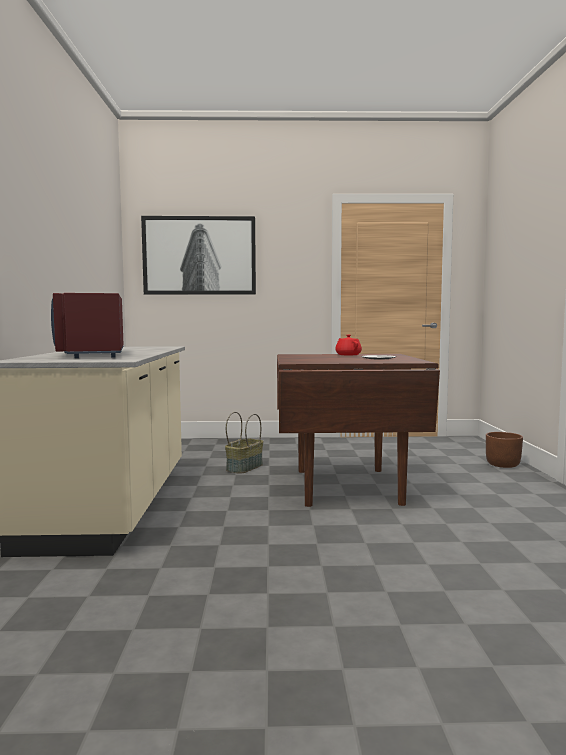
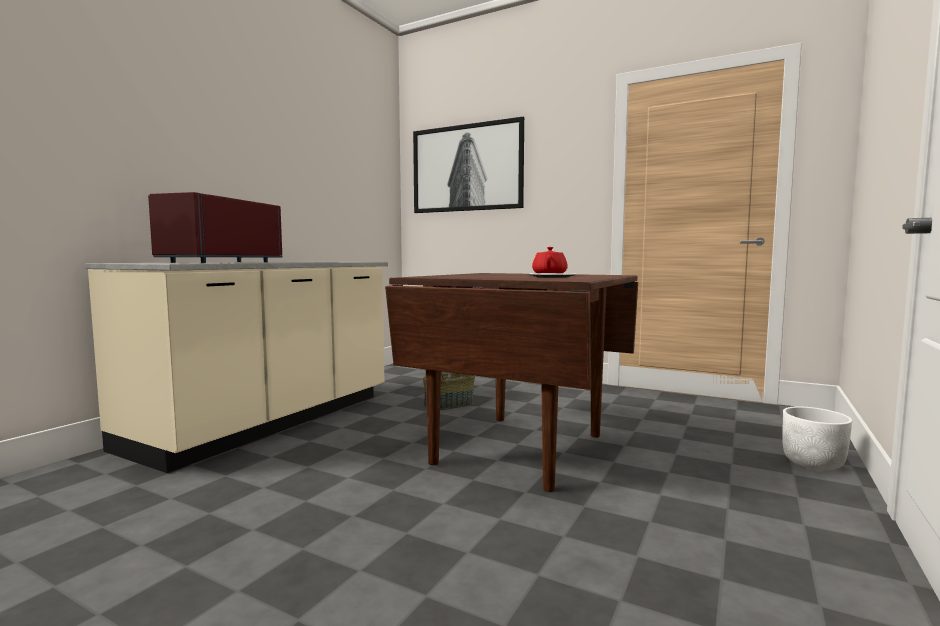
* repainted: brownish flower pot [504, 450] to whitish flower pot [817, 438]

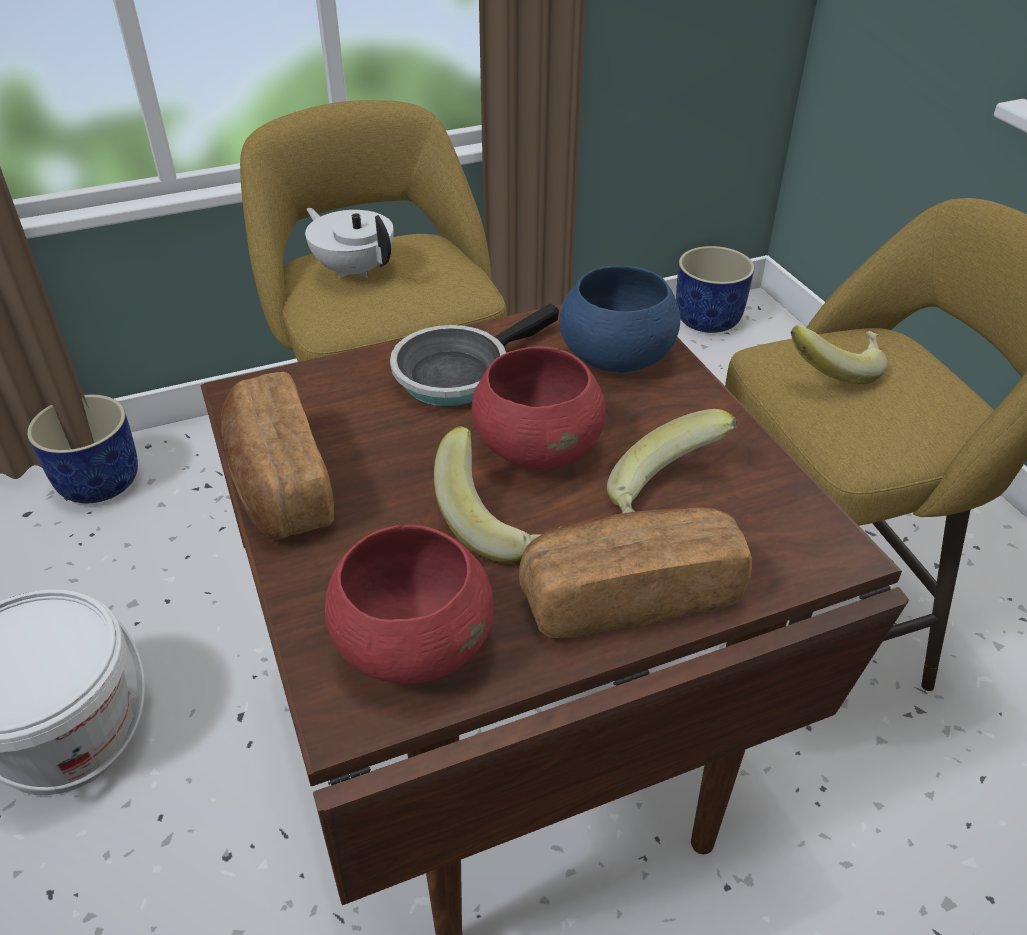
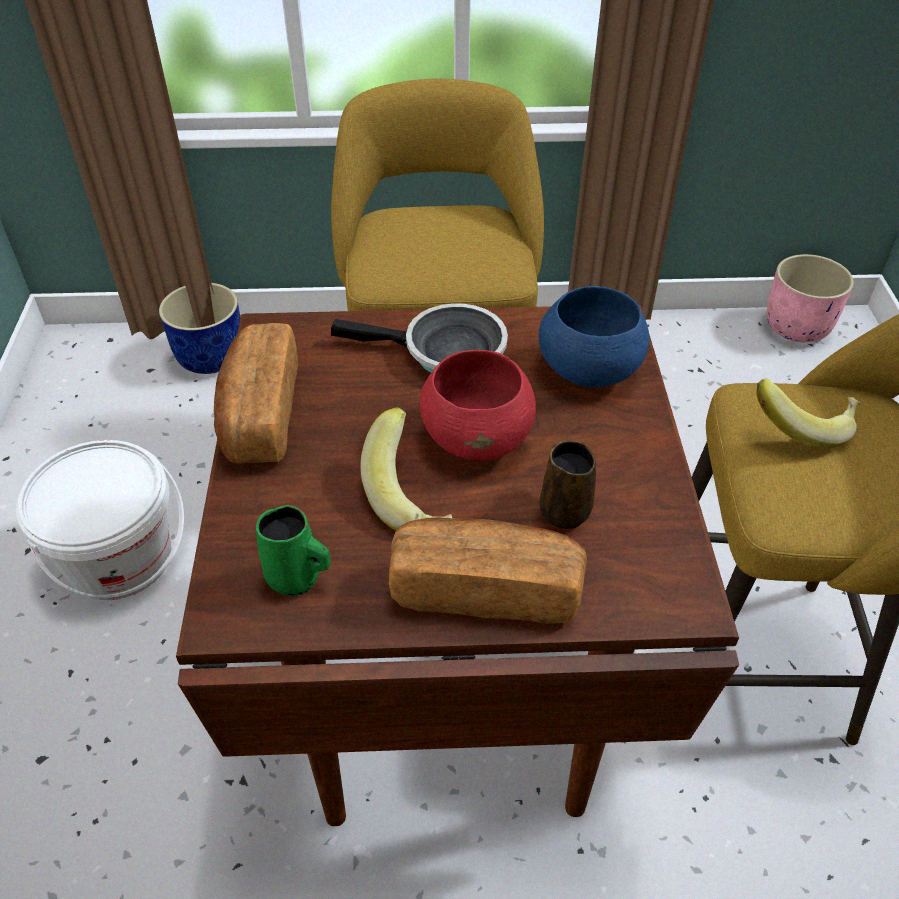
* gone: whitish pot for tea [349, 243]
* repainted: blue flower pot [715, 289] to pinkish flower pot [810, 298]
* rotated: frying pan [474, 355] = [419, 338] 150 degrees counterclockwise
* swapped: banana [672, 461] to brownish mug [568, 484]
* swapped: red-coloured serving bowl [409, 604] to greenish mug [293, 550]

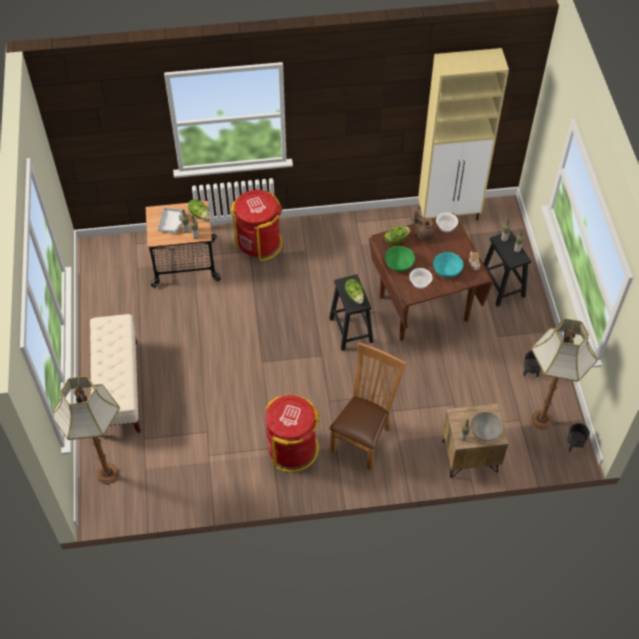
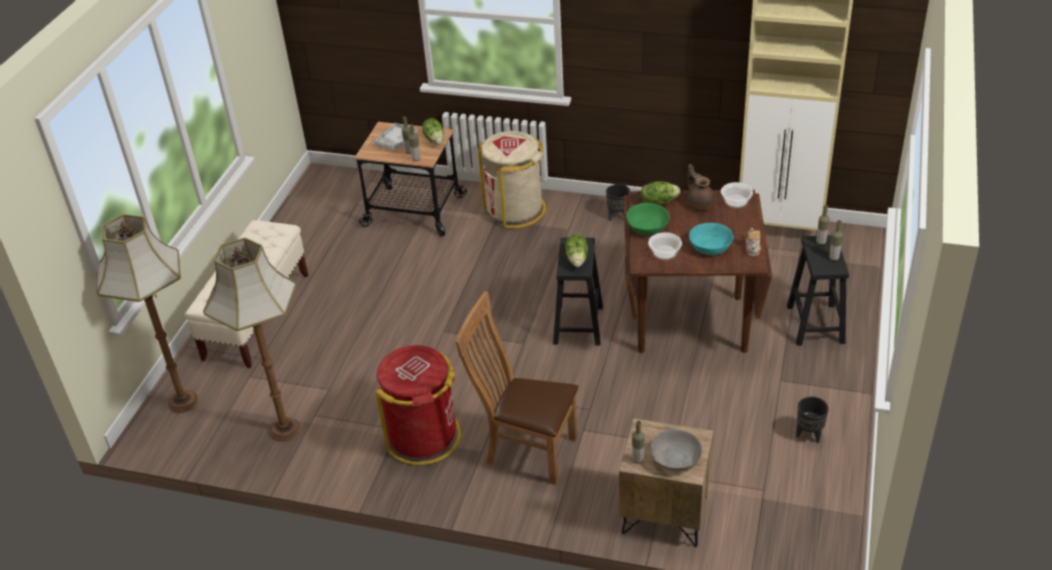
* repainted: red-coloured trash can [256, 226] to sand-coloured trash can [512, 180]
* shifted: standing lamp [564, 374] to [252, 340]
* rotated: brownish upright chair [367, 406] = [516, 388] 120 degrees counterclockwise
* shifted: black-coloured flower pot [578, 437] to [618, 202]

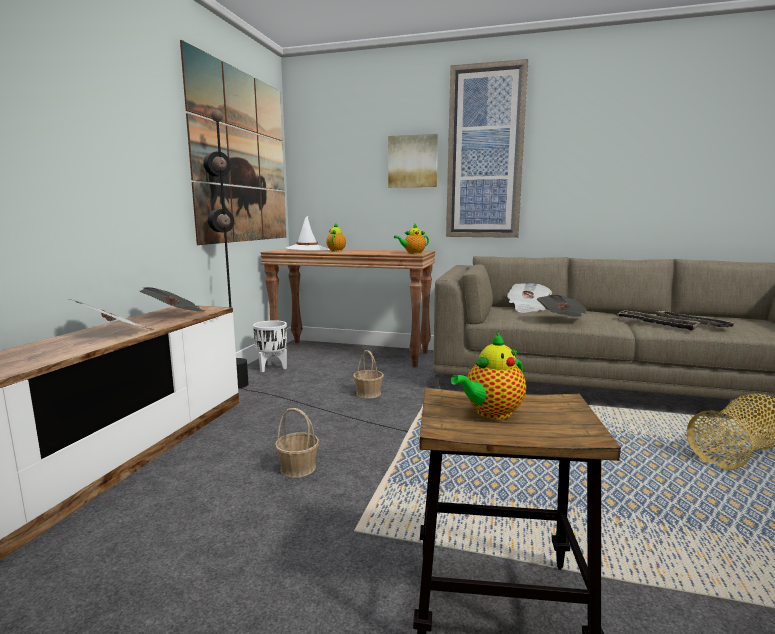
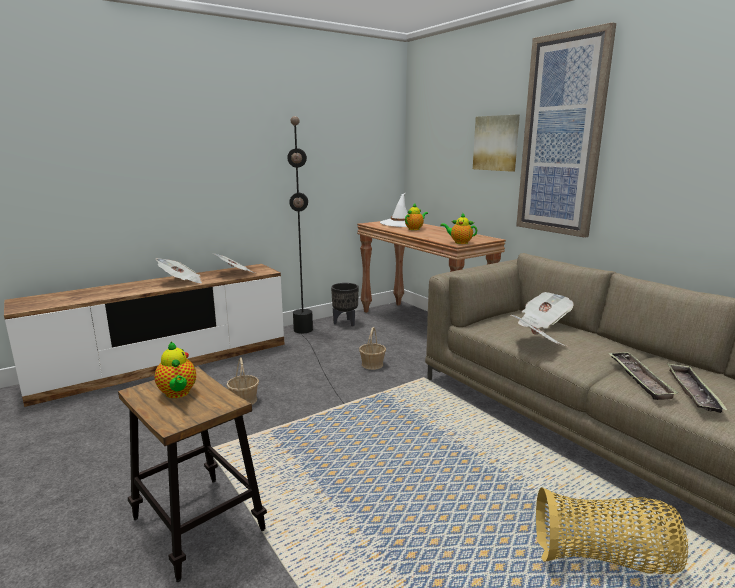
* gone: picture [233, 142]
* repainted: whitish flower pot [270, 346] to black-coloured flower pot [345, 304]
* rotated: pot for tea [488, 375] = [175, 369] 120 degrees counterclockwise

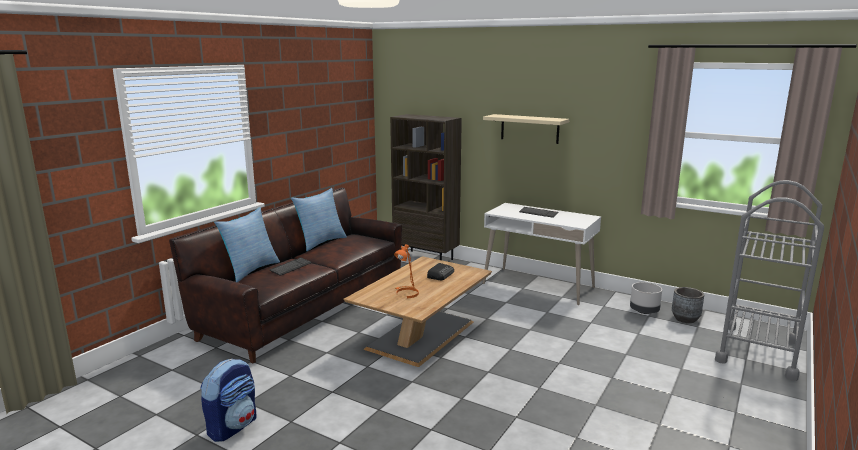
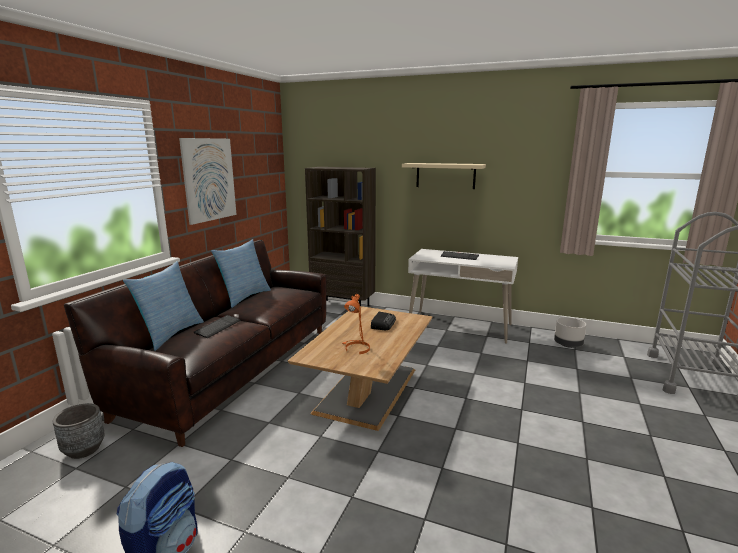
* shifted: gray flower pot [688, 305] to [78, 431]
* new: picture [208, 181]

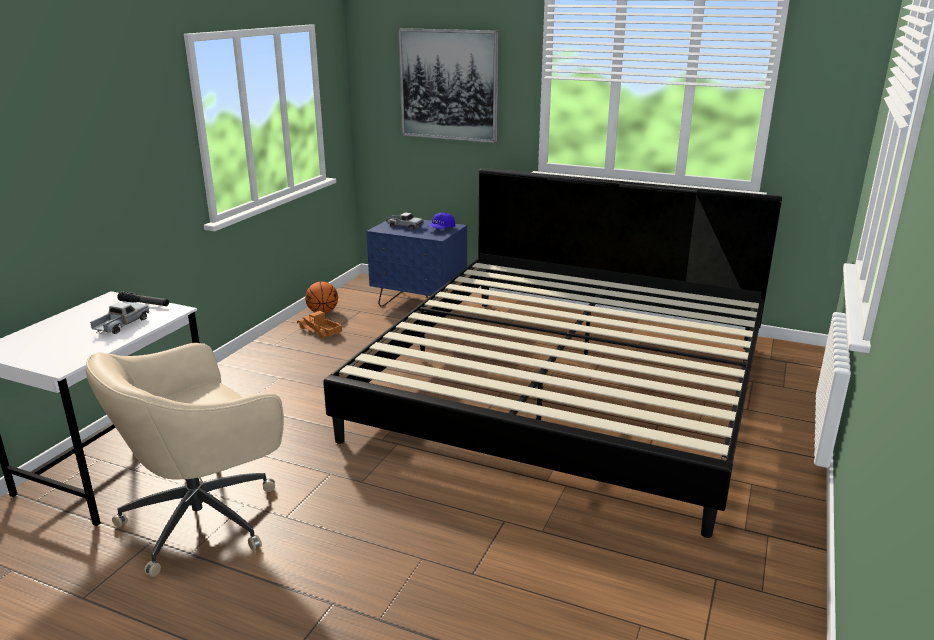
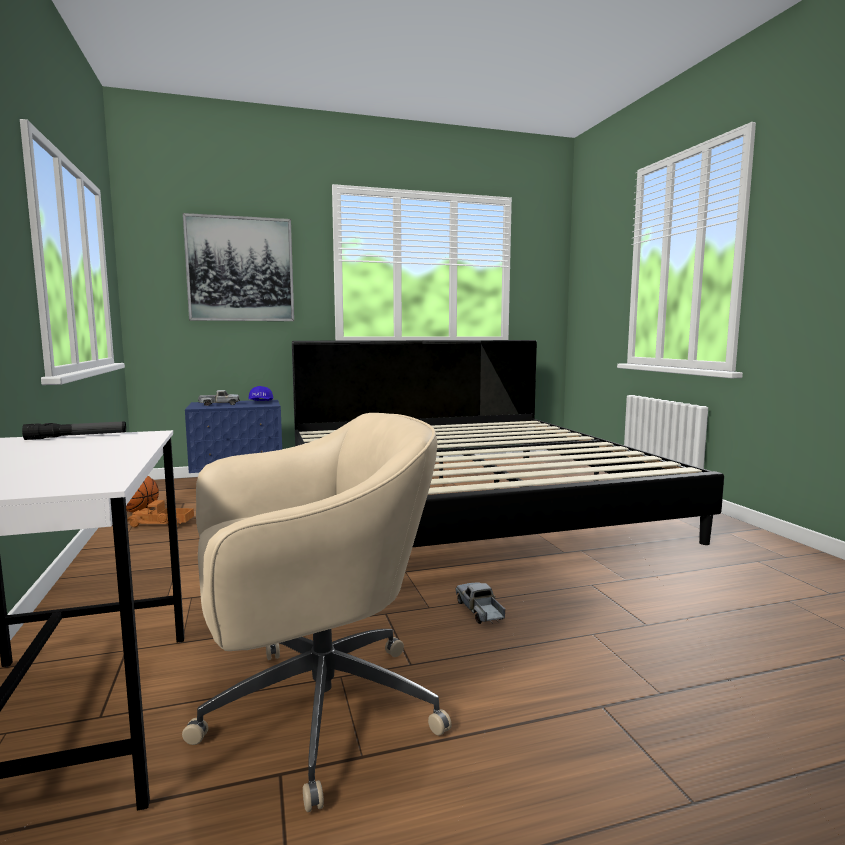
* shifted: toy truck [119, 318] to [480, 603]
* rotated: sand-coloured computer chair [185, 460] = [317, 612] 120 degrees counterclockwise

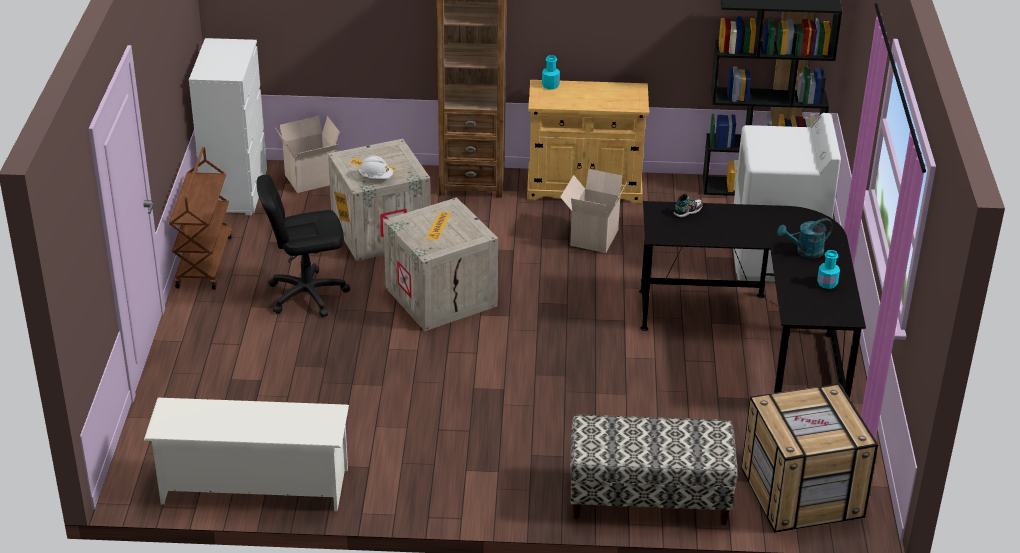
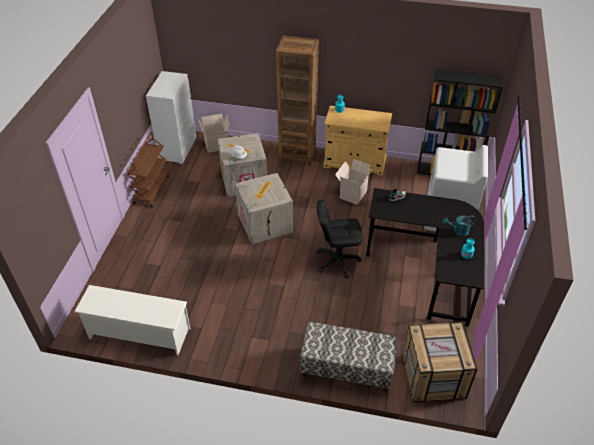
* shifted: black-coloured computer chair [303, 246] to [340, 239]

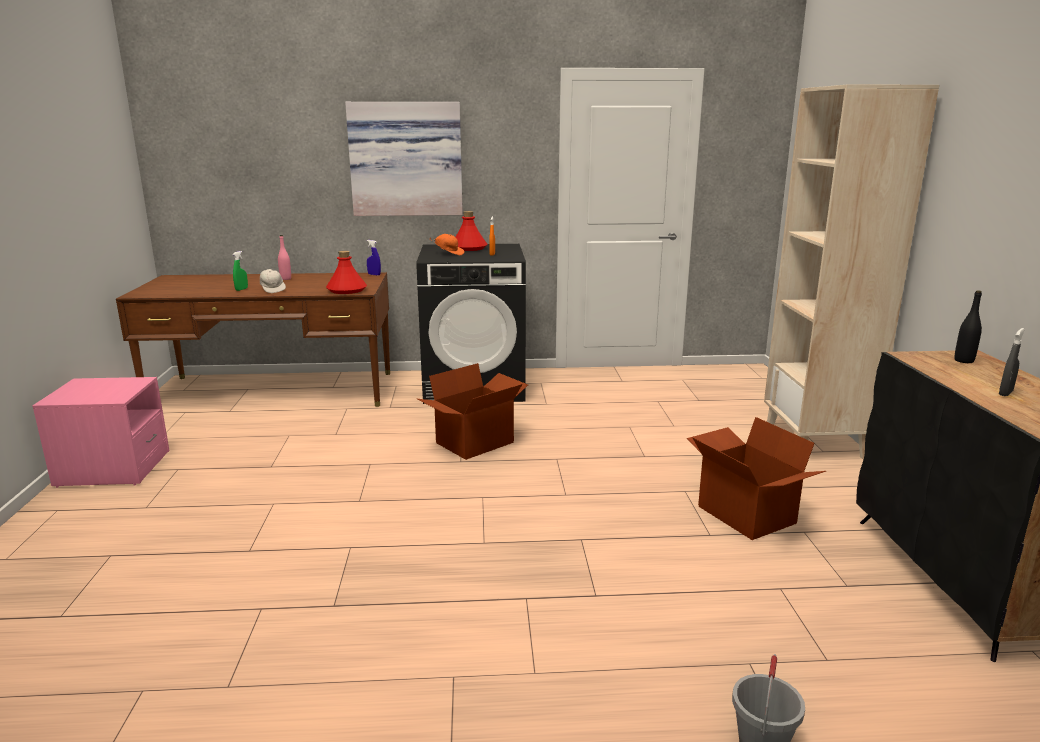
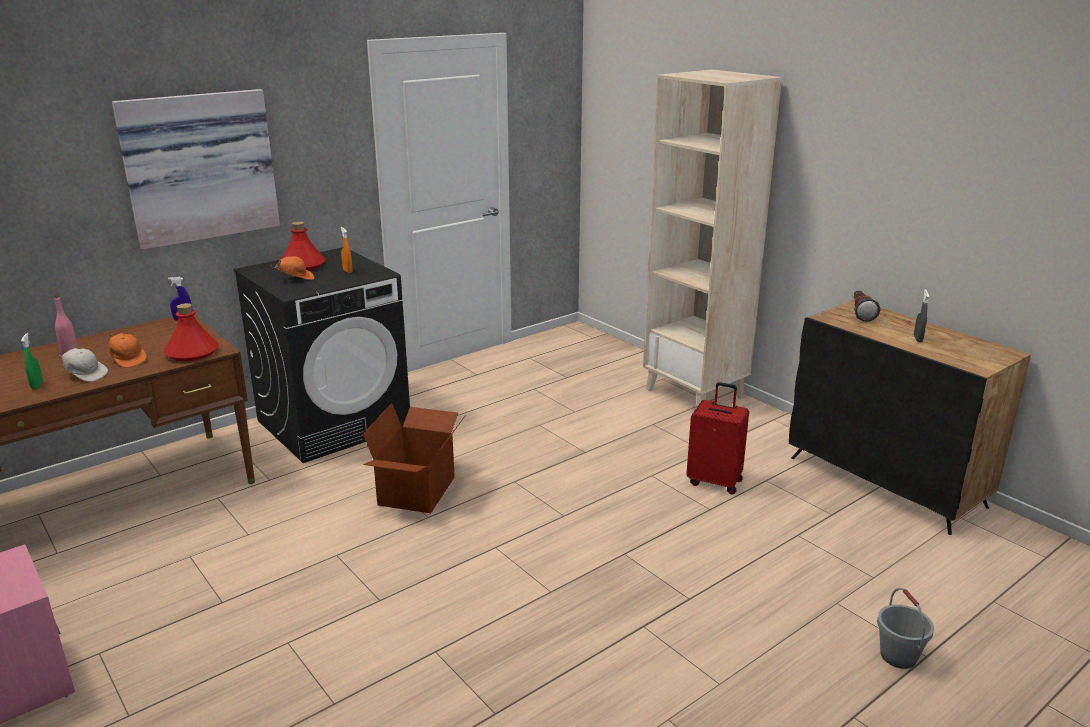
* swapped: black-coloured beverage bottle [968, 326] to flashlight [867, 306]
* swapped: carton [756, 478] to red-coloured travel case [717, 438]
* new: orangey cap [128, 350]

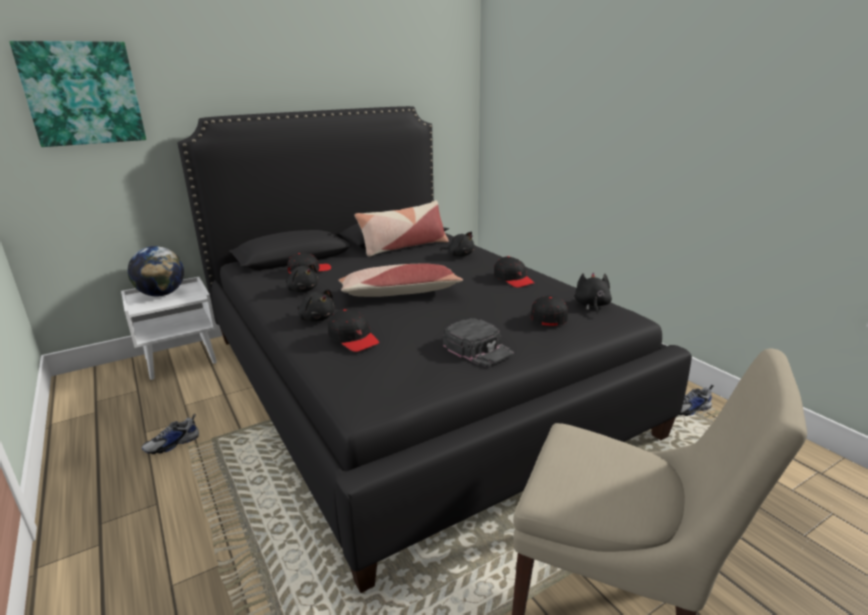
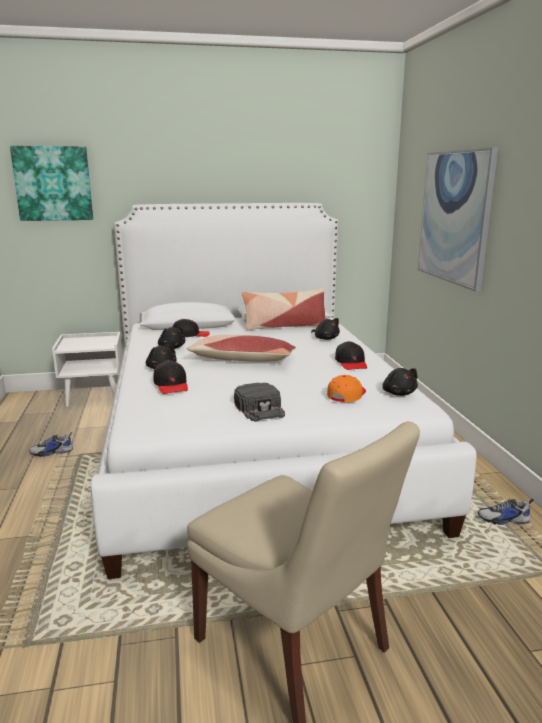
* repainted: black-coloured bed [435, 349] to whitish bed [284, 391]
* gone: world globe [156, 271]
* rotated: black-coloured plush toy [593, 294] = [400, 382] 135 degrees clockwise
* repainted: black-coloured cap [549, 310] to orangey cap [346, 388]
* new: picture [458, 219]

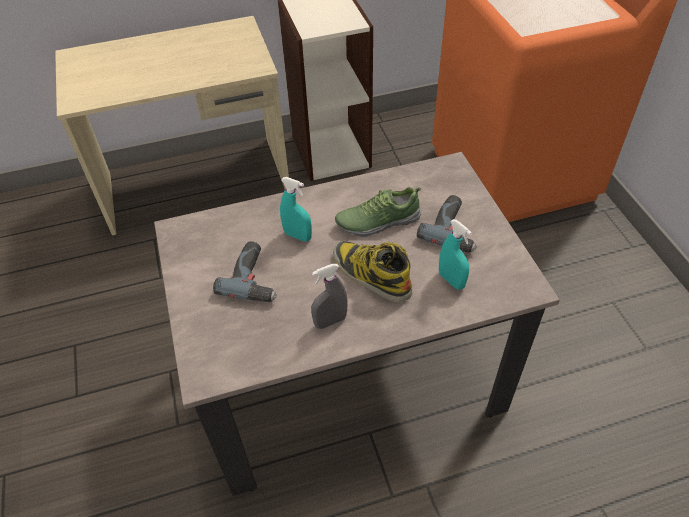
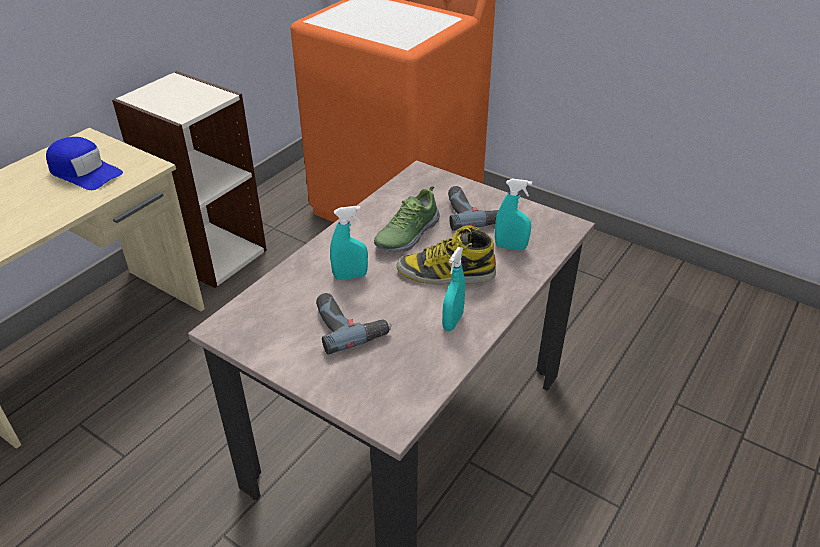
* repainted: gray sprayer [329, 296] to turquoise-coloured sprayer [453, 289]
* new: blue cap [84, 163]

